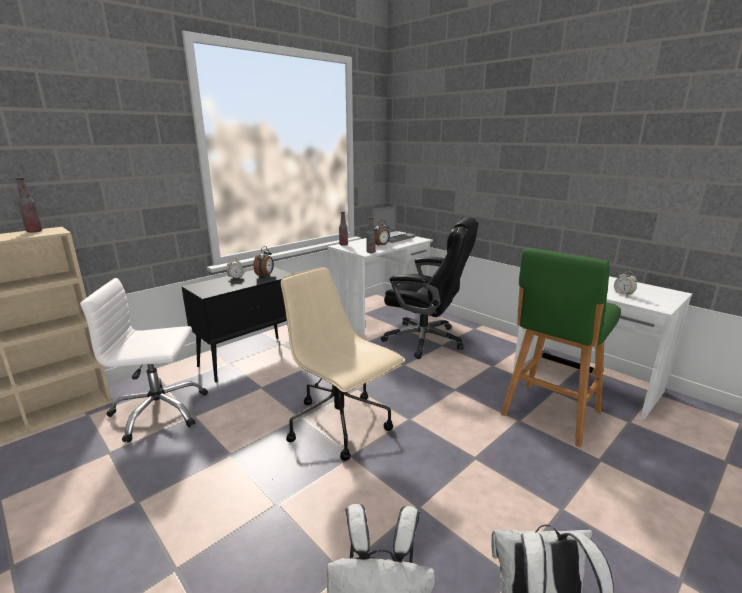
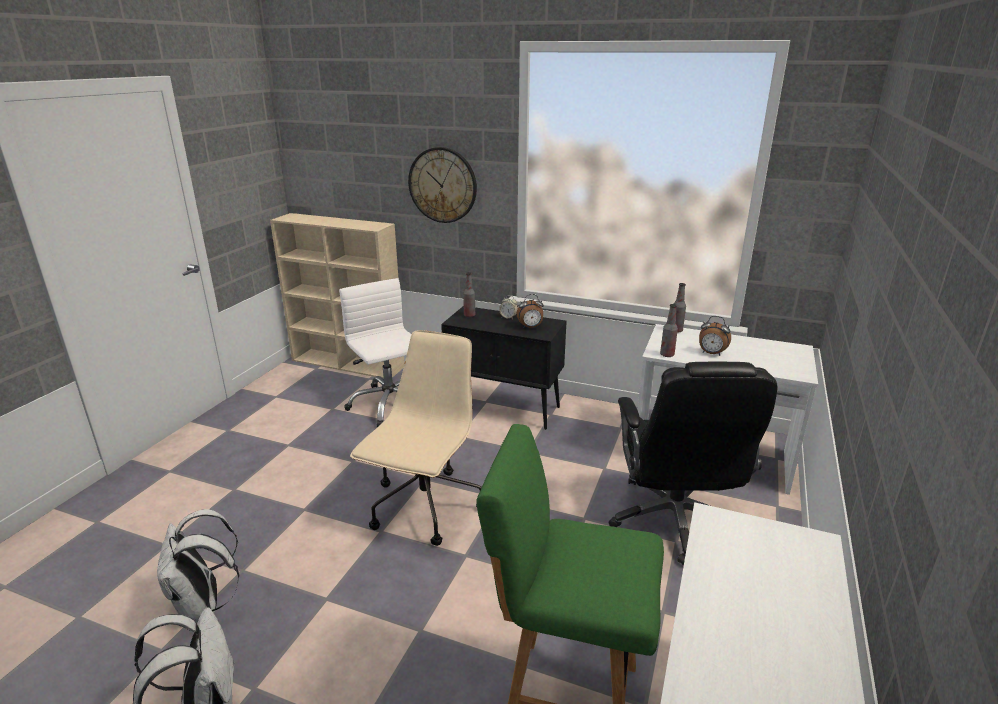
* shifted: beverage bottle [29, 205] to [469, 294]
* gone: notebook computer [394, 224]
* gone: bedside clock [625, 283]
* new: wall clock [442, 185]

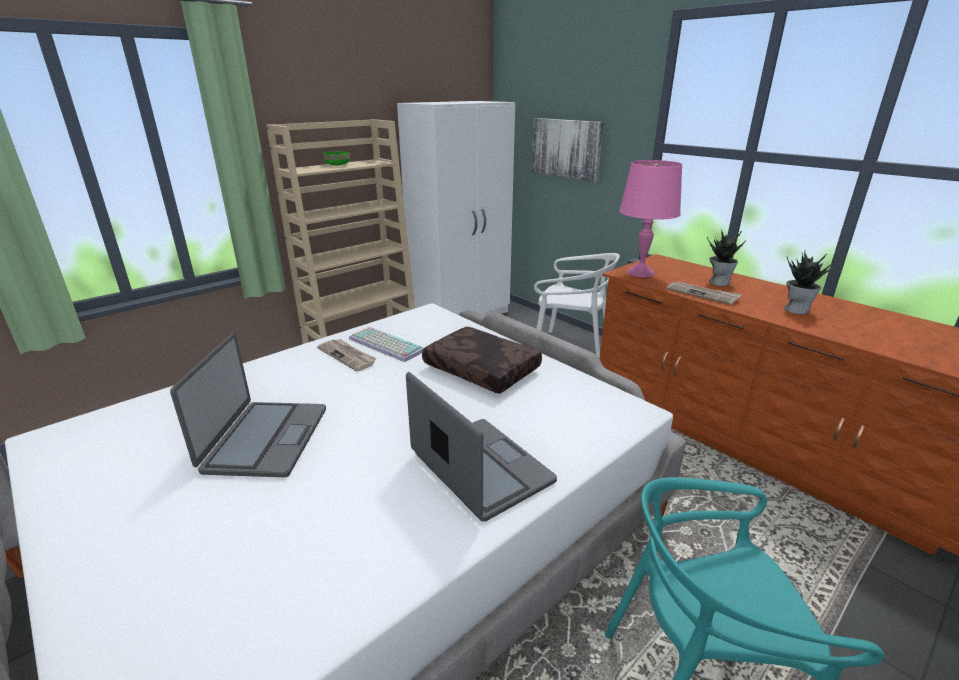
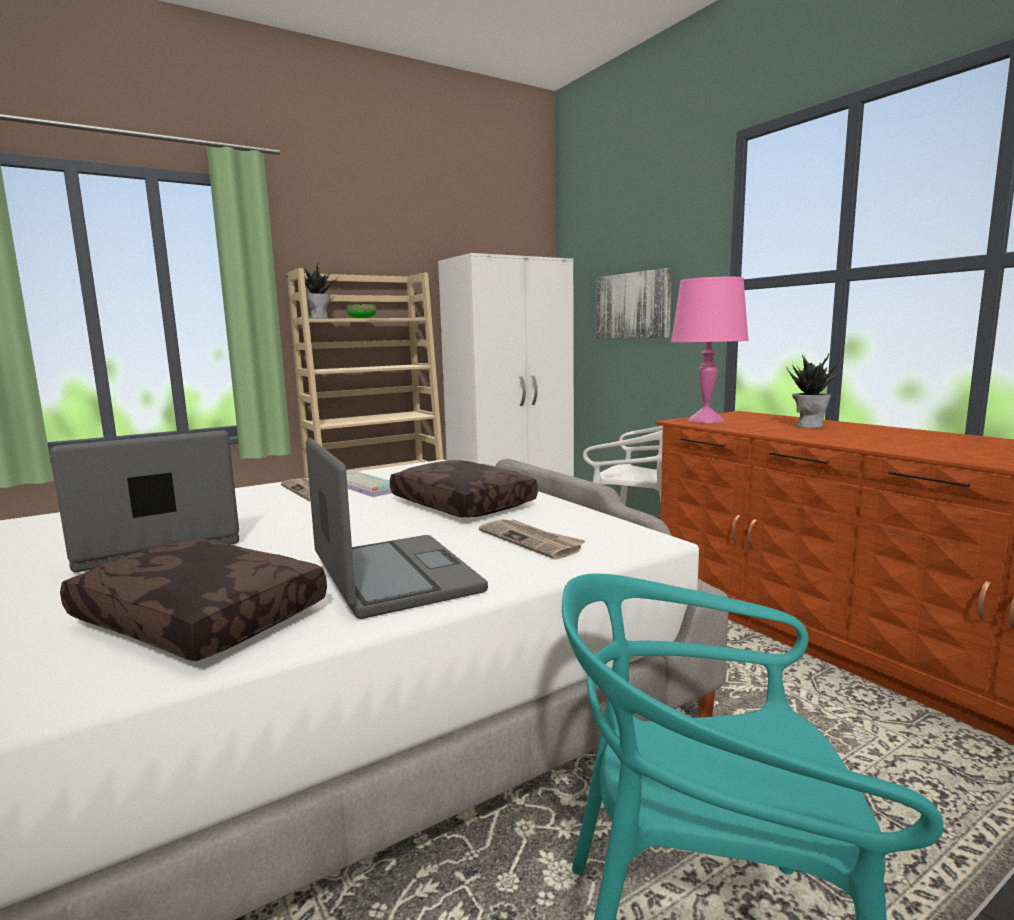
* shifted: houseplant [808, 282] to [319, 291]
* shifted: newspaper [704, 293] to [532, 539]
* rotated: notebook computer [248, 405] = [144, 501] 135 degrees counterclockwise
* new: brownish cushion [193, 600]

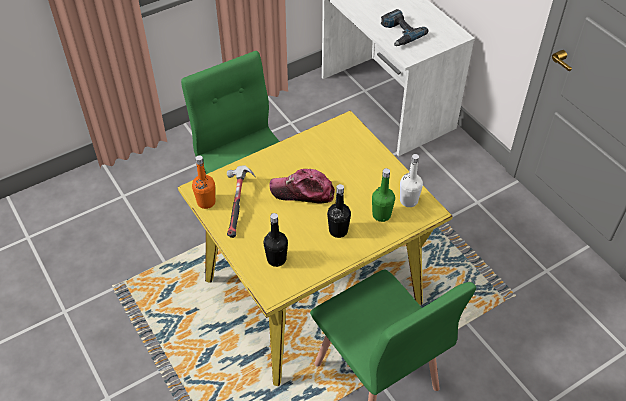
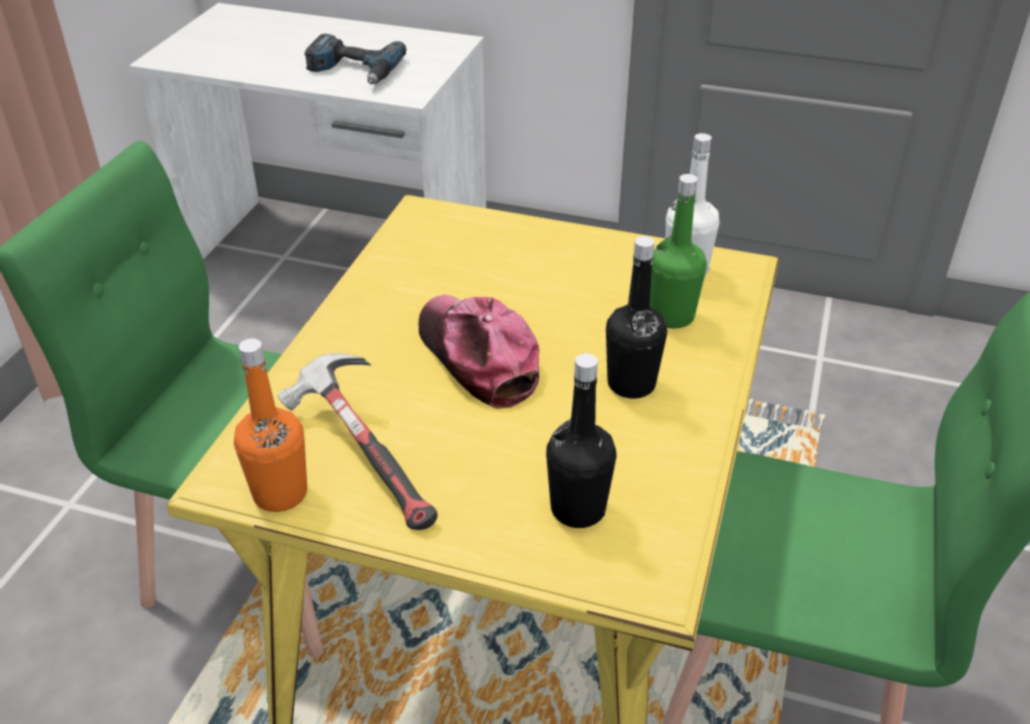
* rotated: cap [302, 186] = [479, 352] 90 degrees clockwise

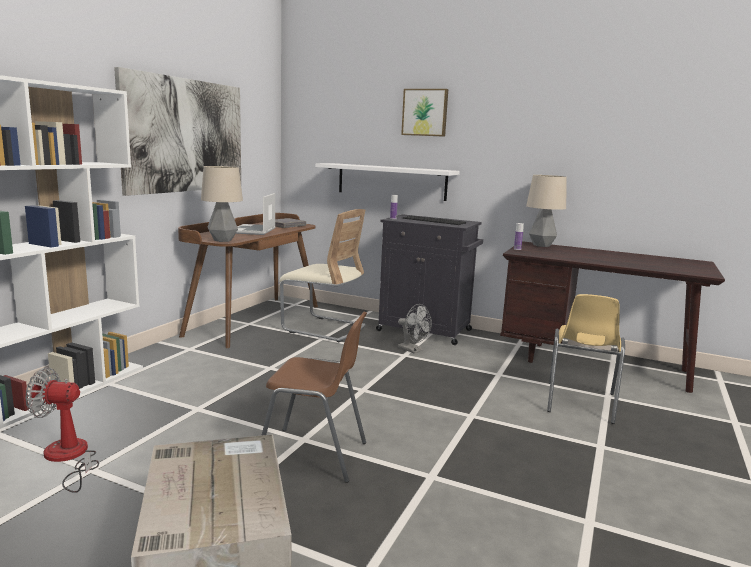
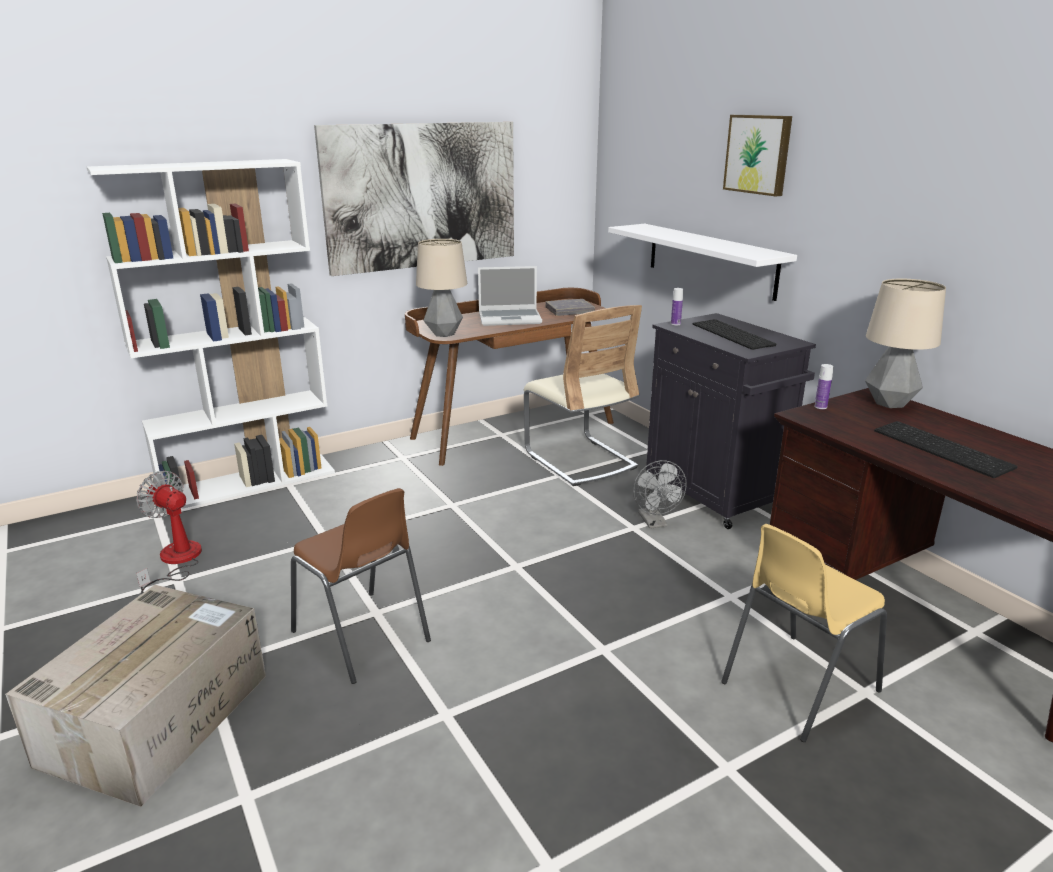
* rotated: notebook computer [255, 214] = [510, 296] 135 degrees counterclockwise
* new: keyboard [946, 449]

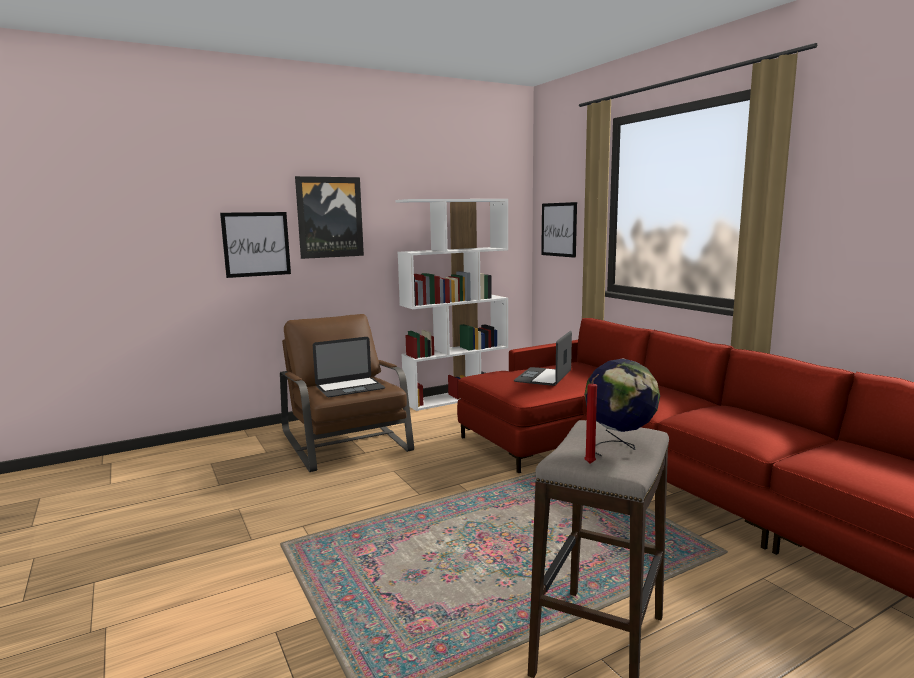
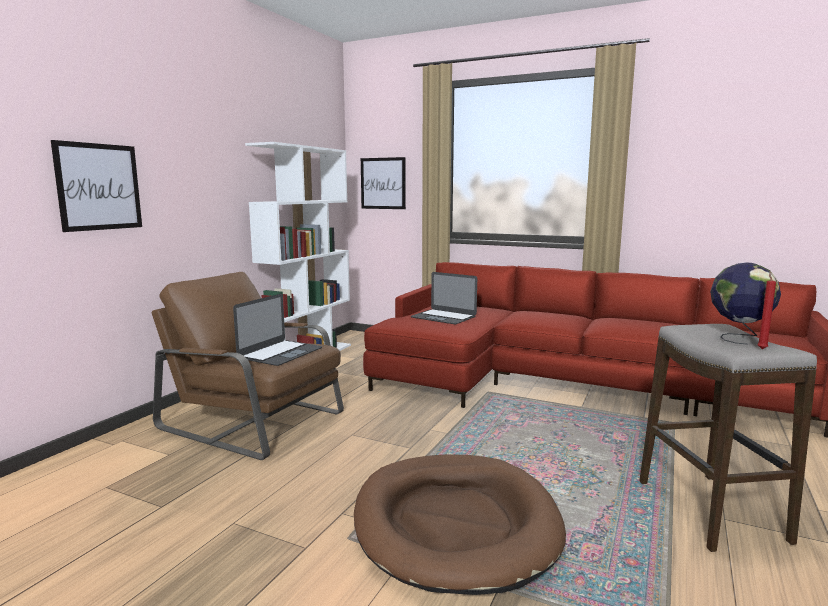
* gone: picture [329, 217]
* rotated: notebook computer [543, 358] = [444, 298] 45 degrees counterclockwise
* new: brownish pet bed [460, 524]

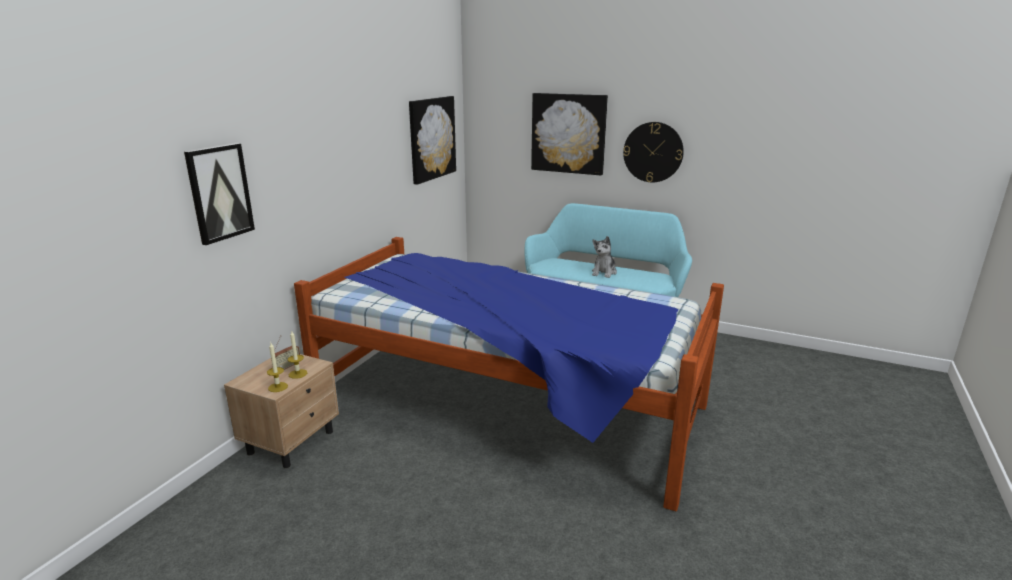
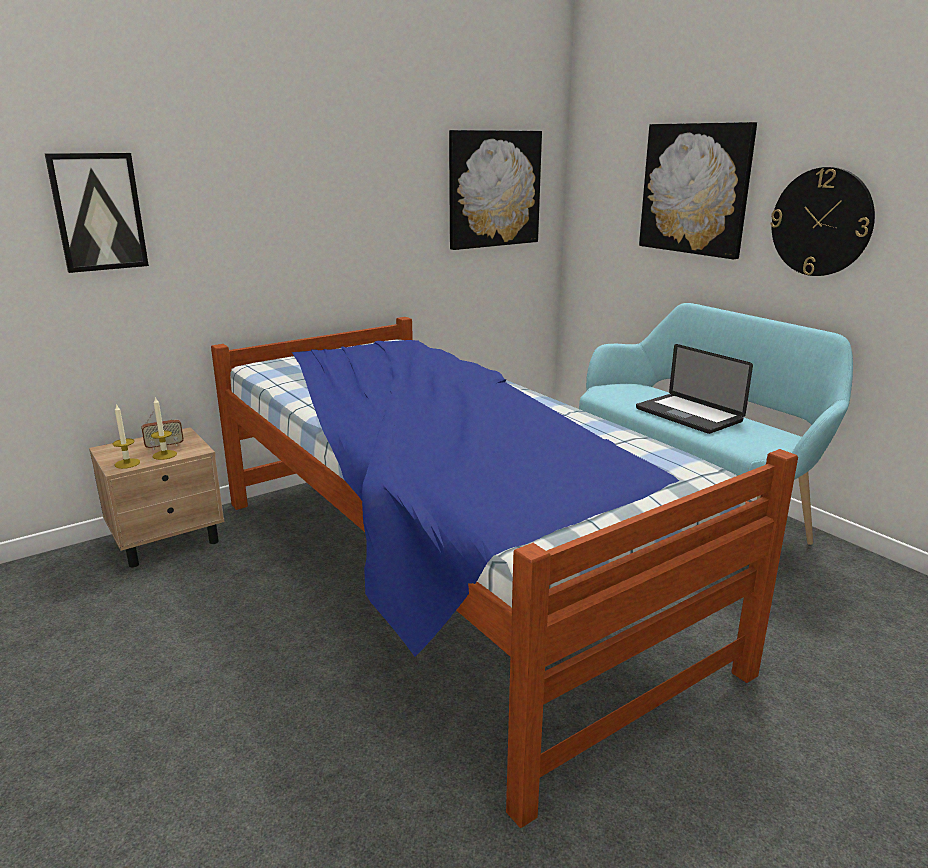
* swapped: plush toy [604, 257] to notebook computer [694, 389]

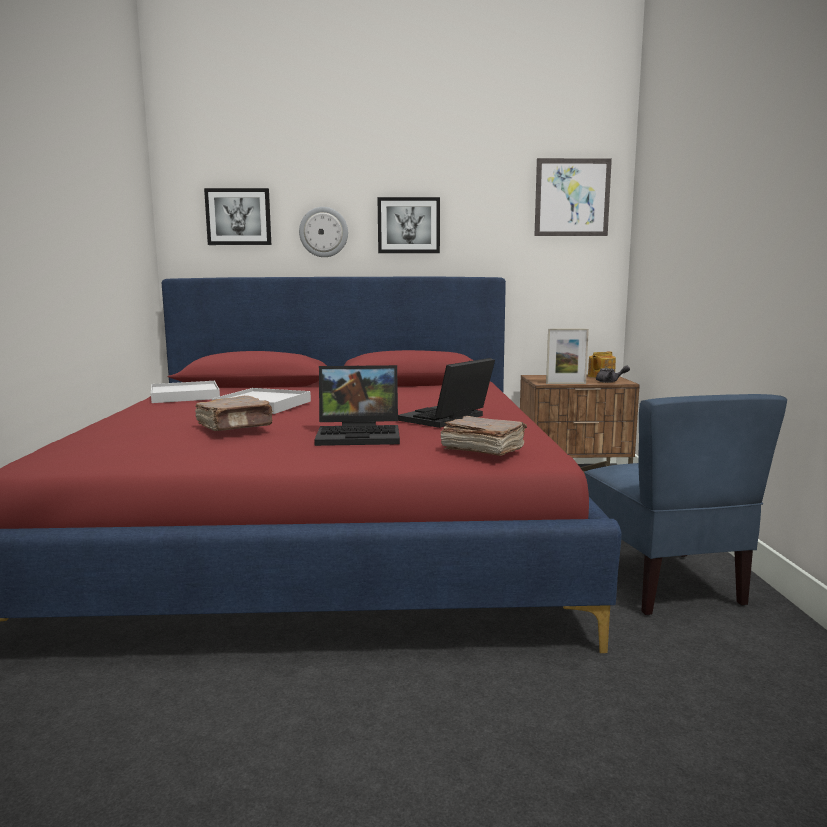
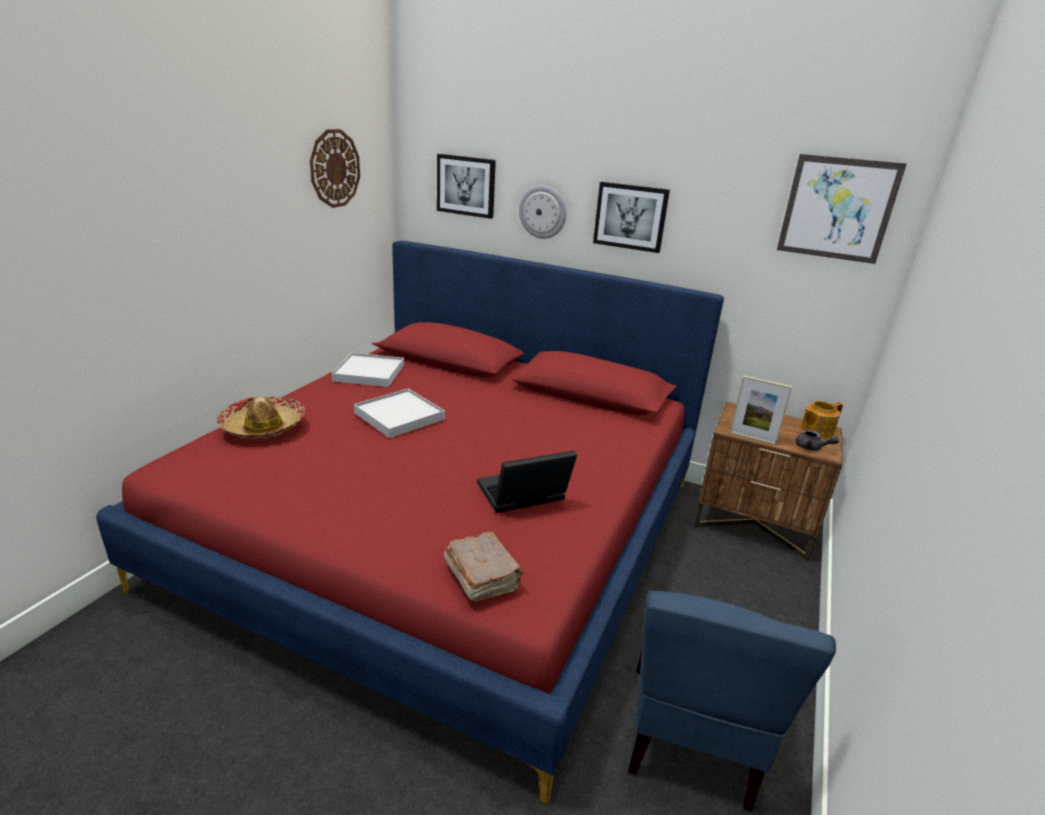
* gone: notebook computer [357, 405]
* gone: brownish bound book [234, 413]
* new: wall clock [335, 168]
* new: clothing hat [261, 418]

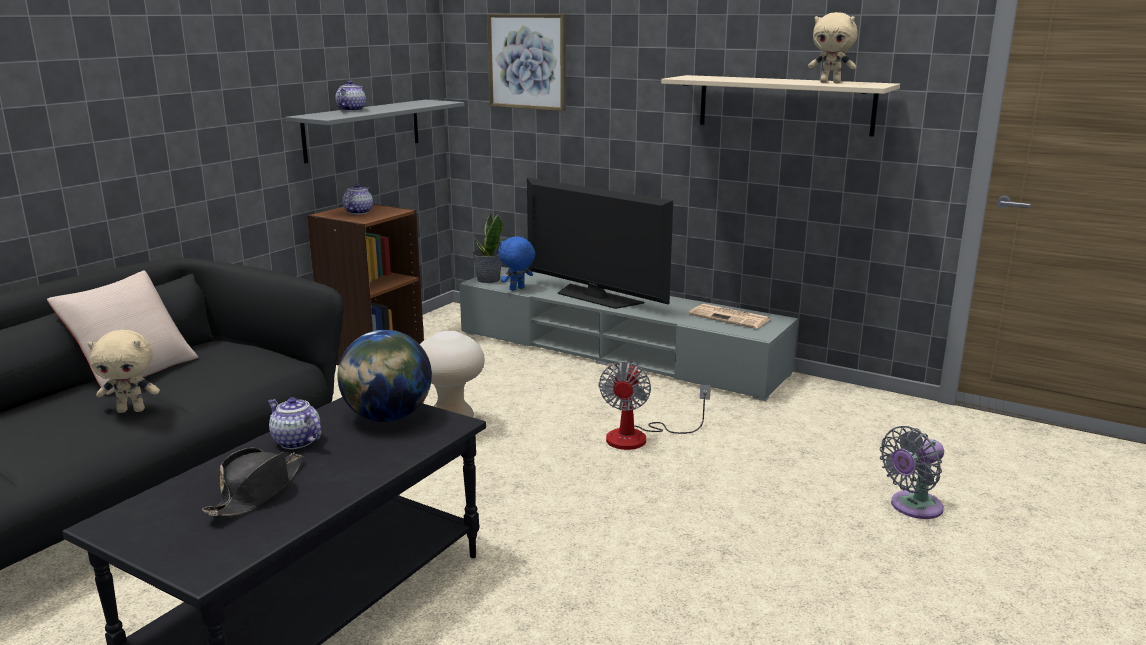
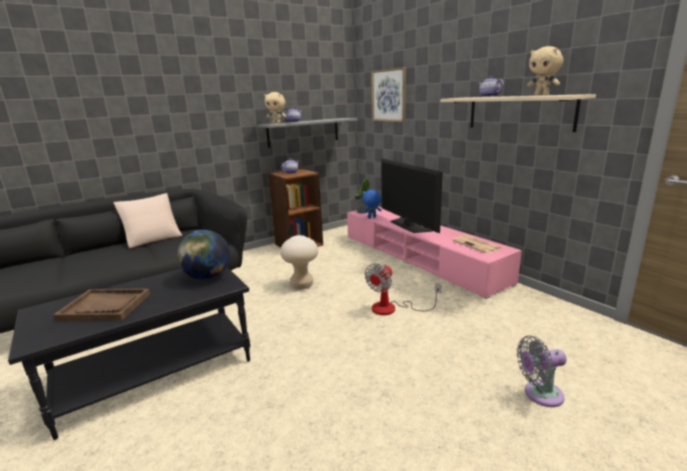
* repainted: gray tv unit [628, 334] to pinkish tv unit [434, 252]
* shifted: sand-coloured plush toy [123, 371] to [275, 108]
* shifted: pot for tea [295, 423] to [491, 86]
* swapped: black-coloured clothing hat [253, 481] to brownish carrying tray [101, 305]

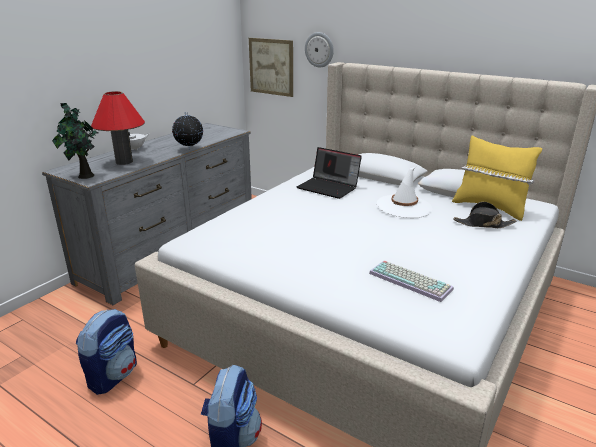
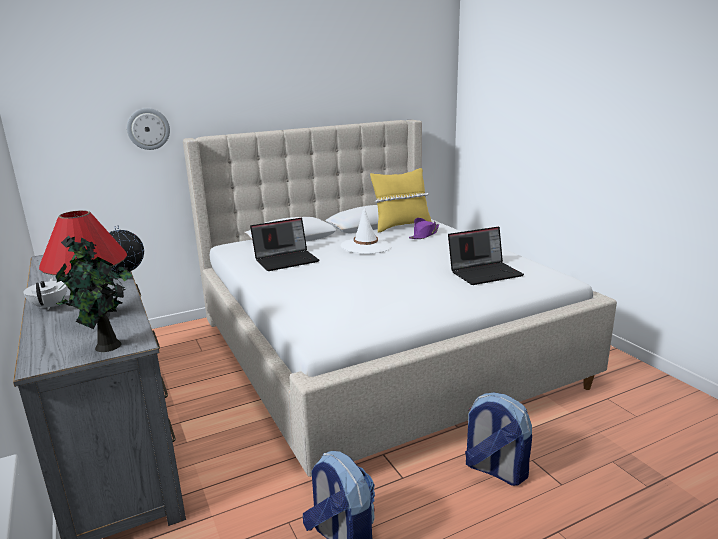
* gone: picture [271, 67]
* repainted: black-coloured clothing hat [484, 215] to purplish clothing hat [424, 228]
* swapped: keyboard [411, 281] to notebook computer [486, 256]

